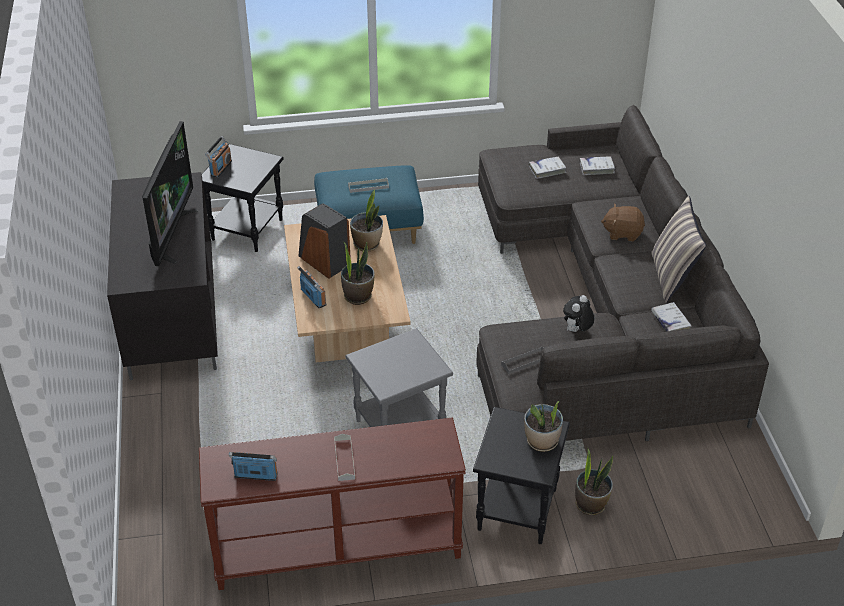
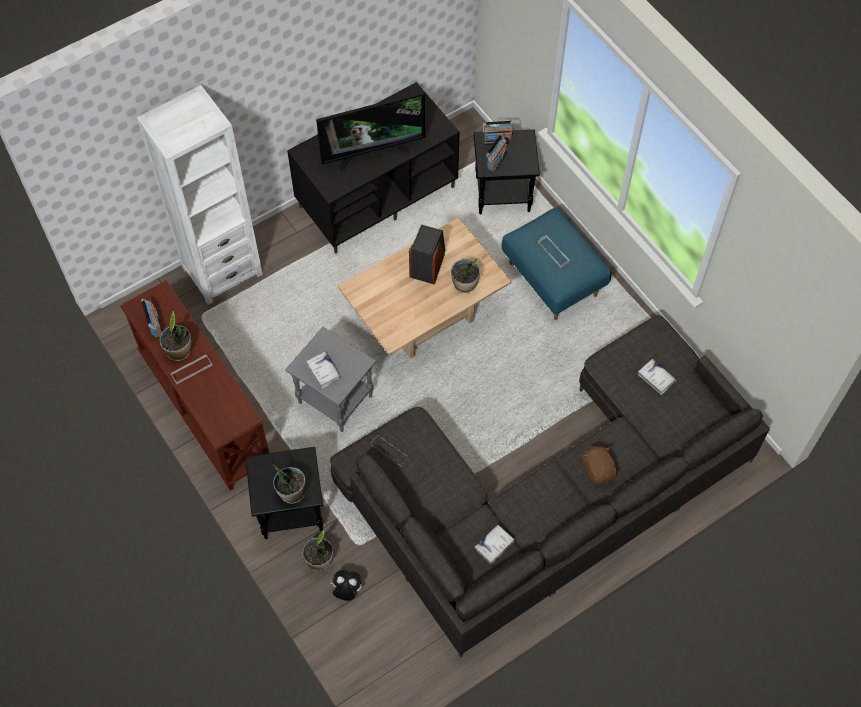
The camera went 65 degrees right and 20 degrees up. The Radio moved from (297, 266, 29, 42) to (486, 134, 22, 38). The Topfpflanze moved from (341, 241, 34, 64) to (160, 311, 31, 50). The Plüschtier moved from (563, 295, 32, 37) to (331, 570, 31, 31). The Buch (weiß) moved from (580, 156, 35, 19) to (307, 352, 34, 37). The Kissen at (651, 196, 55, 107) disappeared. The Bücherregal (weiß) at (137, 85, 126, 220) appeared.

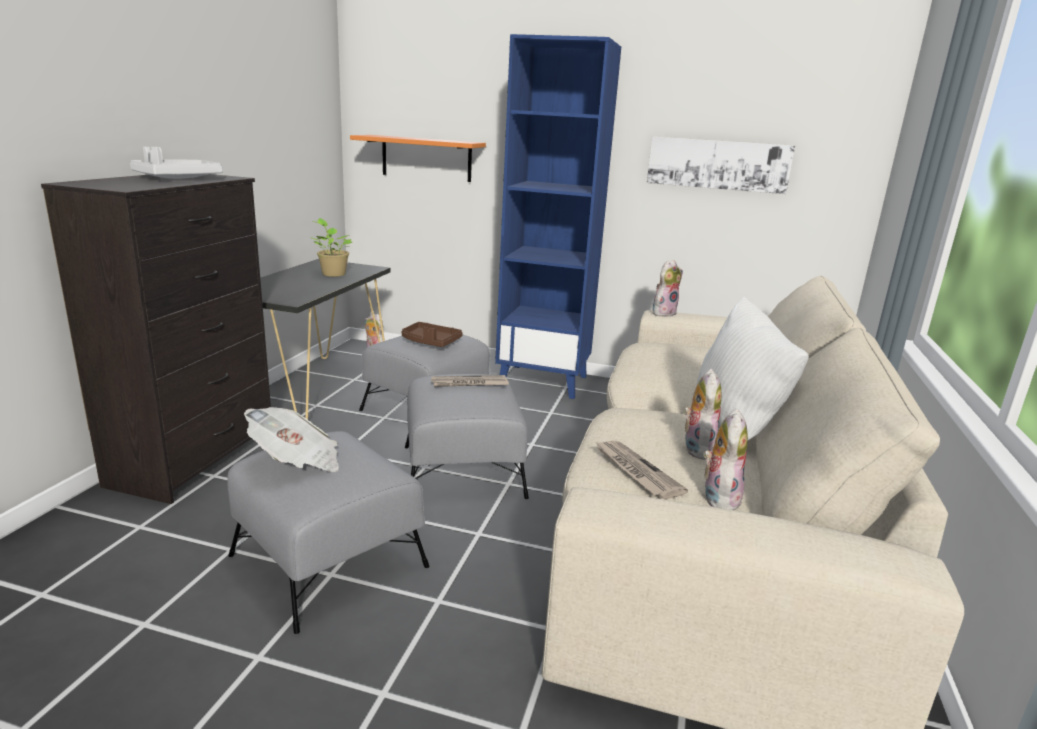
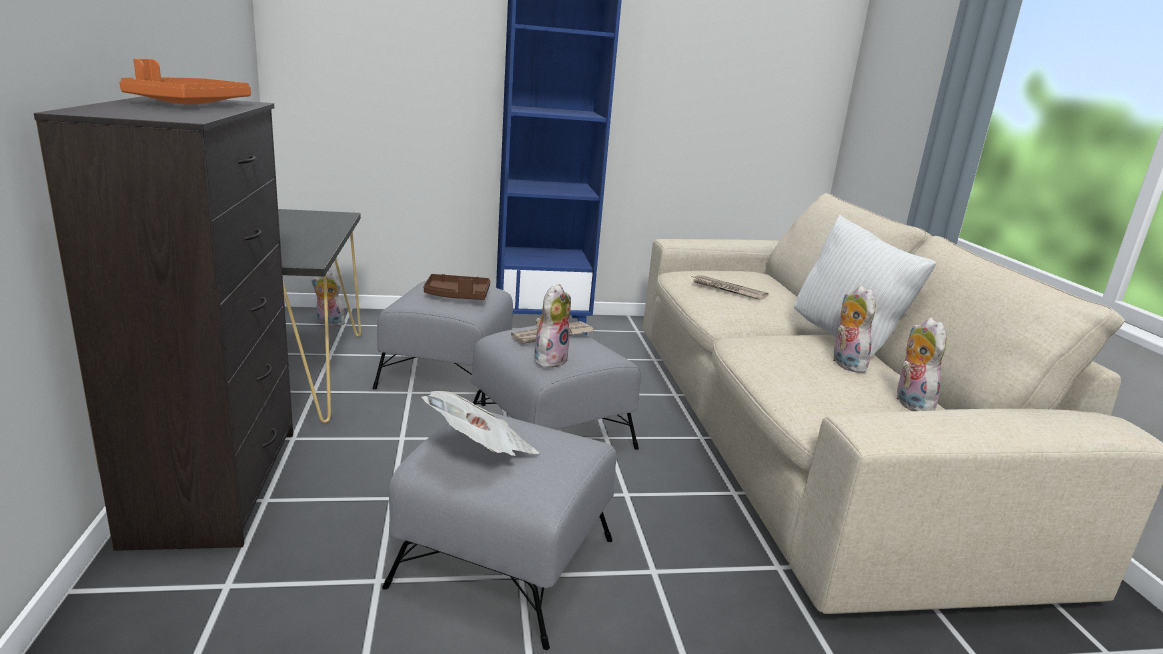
The camera went 25 degrees left and 0 degrees up. The Tablett (grau) at (130, 147, 93, 32) became the Tablett (orange) at (119, 59, 132, 45). The Topfpflanze at (312, 218, 41, 59) disappeared. The Wandregal (orange) at (350, 135, 136, 47) disappeared. The Zeitung moved from (594, 441, 94, 58) to (692, 275, 77, 25). The Bild at (647, 136, 148, 58) disappeared. The Plüschtier moved from (653, 260, 30, 57) to (535, 284, 36, 85).

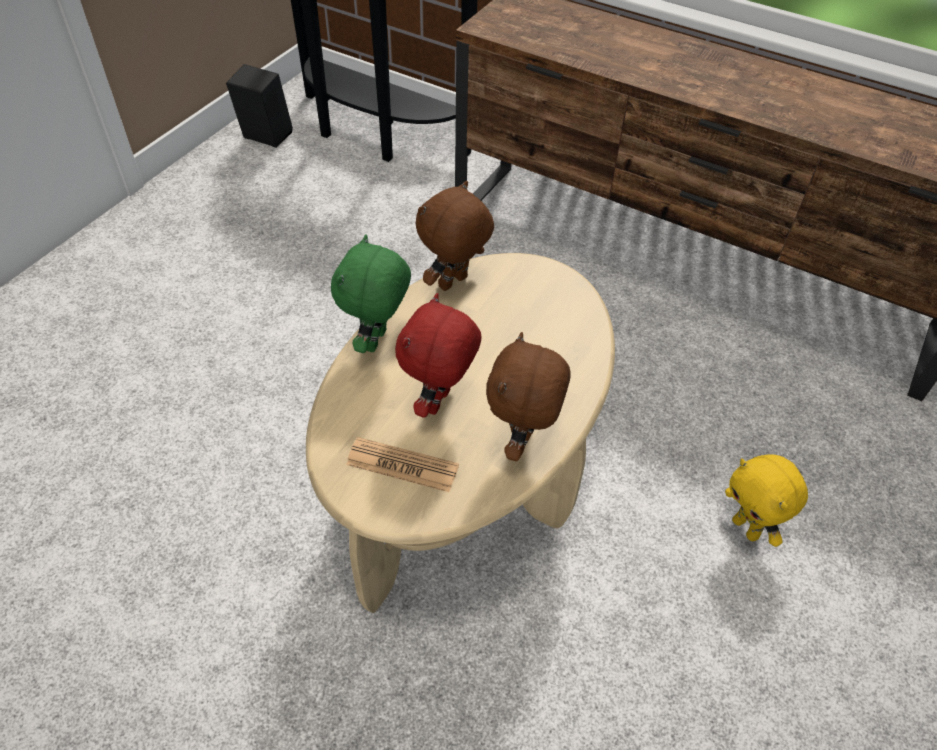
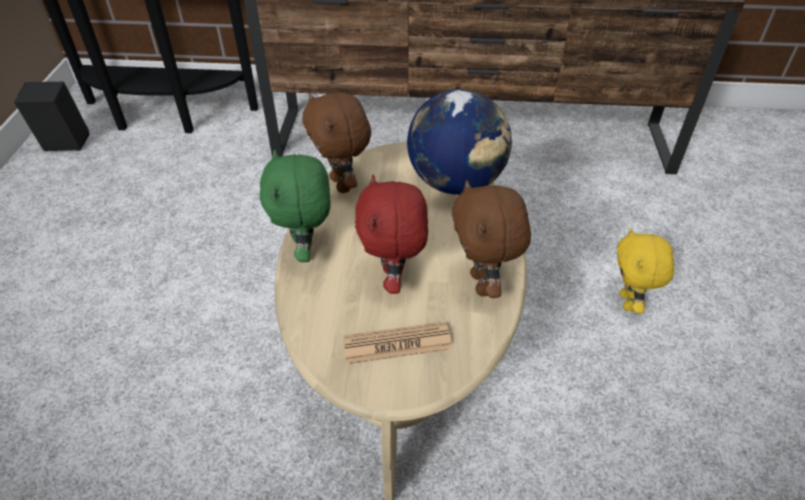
The camera went 25 degrees left and 5 degrees down. The Plüschtier (braun) at (415, 181, 79, 110) turned 45 degrees counterclockwise. The Plüschtier (gelb) at (725, 454, 83, 93) turned 60 degrees clockwise. The Globus at (407, 89, 105, 106) appeared.

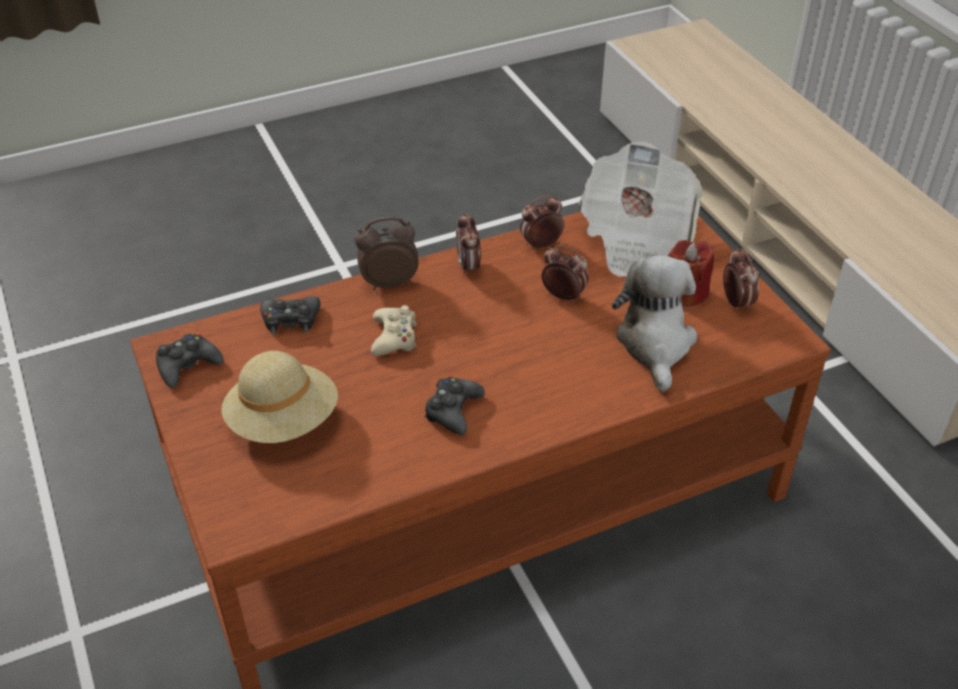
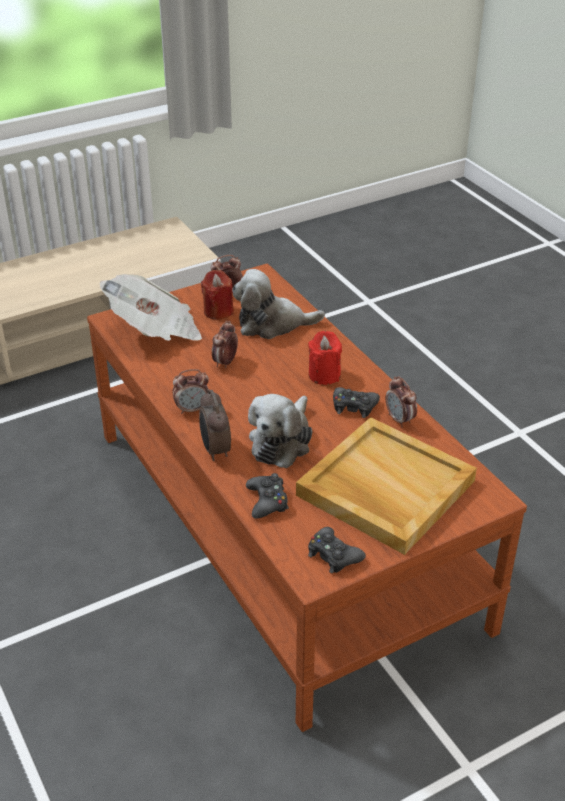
The camera went 95 degrees left and 5 degrees down. The Hut (beige) at (221, 351, 117, 92) was replaced by the Tablett (beige) at (296, 417, 181, 138). The Gamepad (beige) at (371, 305, 46, 51) was replaced by the Plüschtier at (248, 394, 65, 74). The Wecker moved from (520, 195, 45, 55) to (385, 376, 32, 51). The Kerze (rot) at (308, 331, 34, 54) appeared.

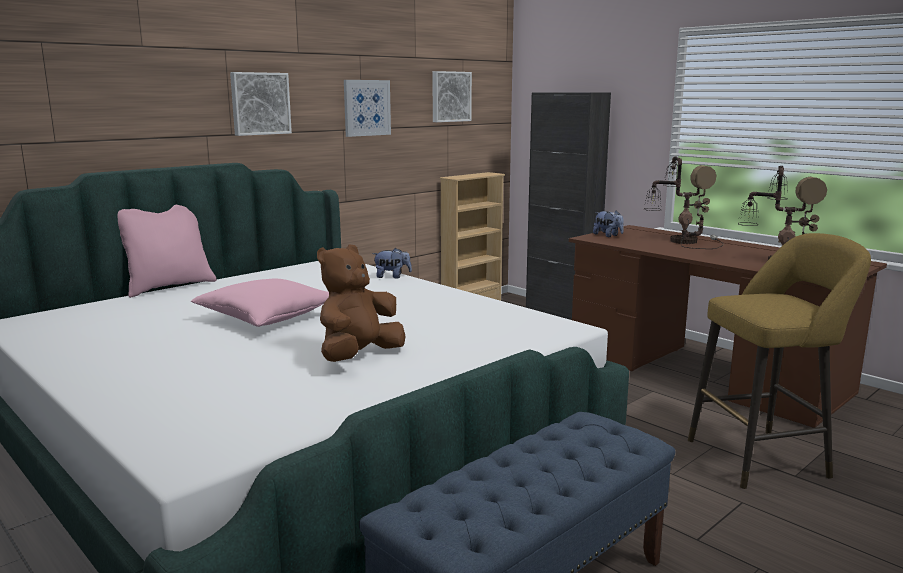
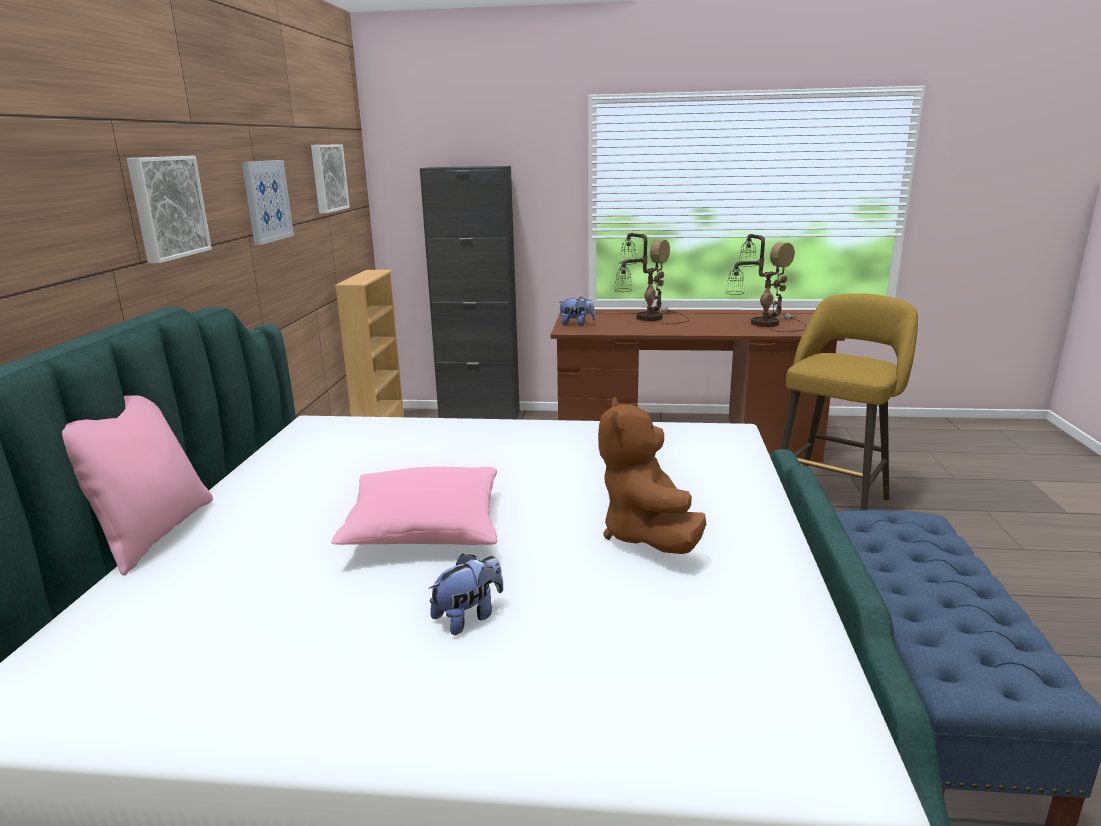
The camera went 40 degrees left and 5 degrees up. The Plüschtier moved from (373, 248, 39, 31) to (429, 554, 74, 81).

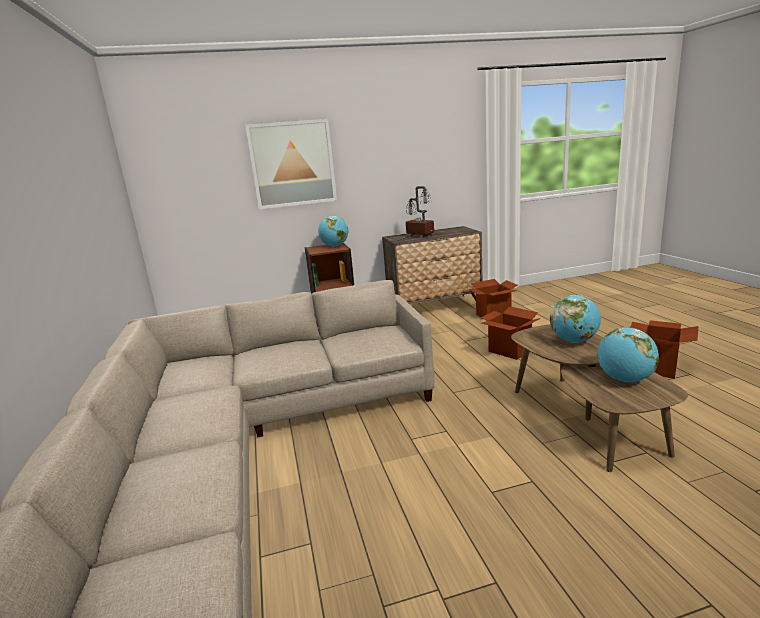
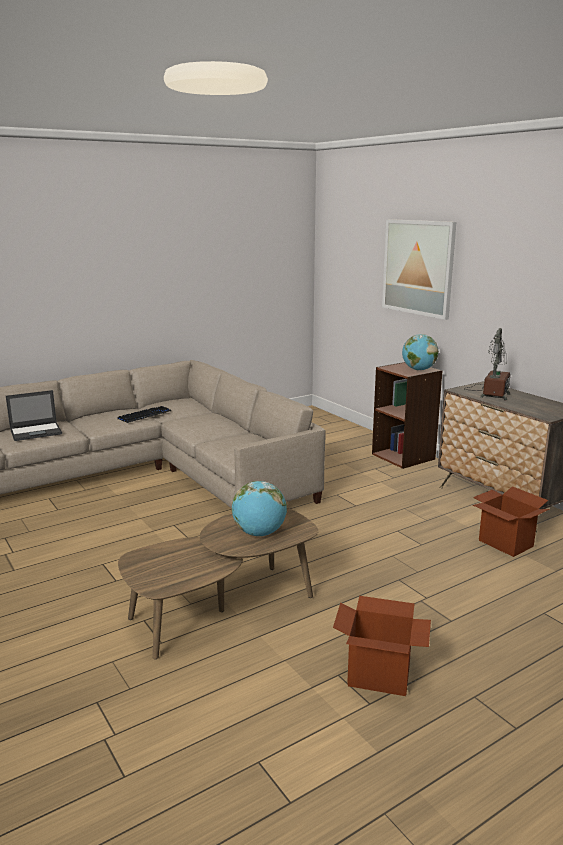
The camera went 70 degrees right and 0 degrees up. The Karton at (481, 307, 60, 53) disappeared. The Globus at (597, 327, 62, 55) disappeared. The Laptop at (6, 390, 56, 51) appeared. The Tastatur at (117, 406, 54, 17) appeared.

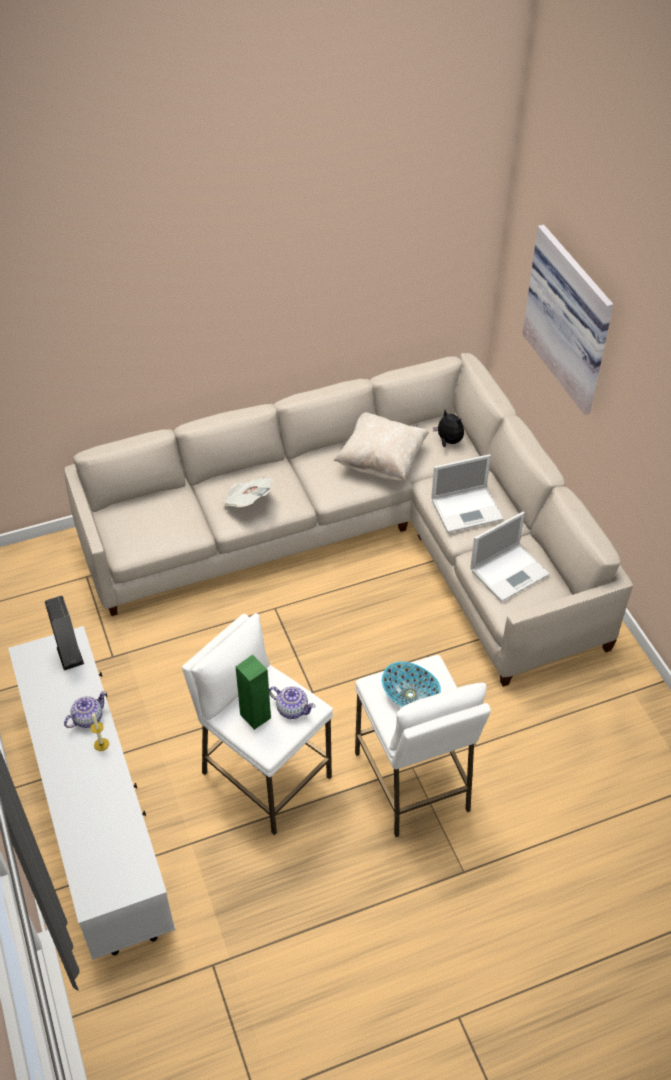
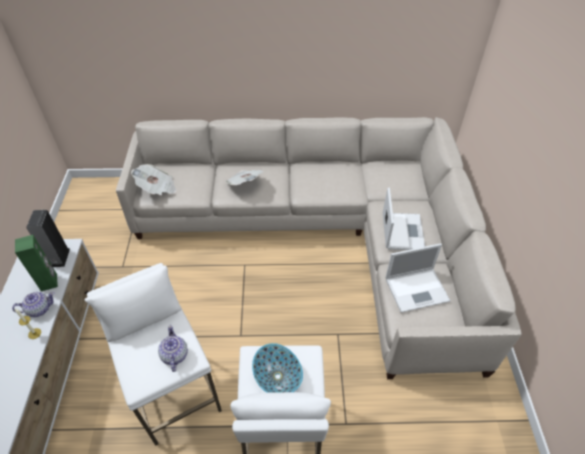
The camera went 20 degrees right and 0 degrees up. The Lautsprecher (grün) moved from (236, 655, 35, 75) to (15, 235, 43, 56). The Teekanne at (269, 686, 46, 33) turned 150 degrees counterclockwise. The Kissen (beige) at (334, 412, 95, 69) disappeared. The Laptop at (431, 454, 73, 79) turned 90 degrees counterclockwise. The Plüschtier at (433, 410, 31, 37) disappeared. The Bild at (522, 225, 91, 190) disappeared. The Zeitung at (131, 164, 45, 31) appeared.

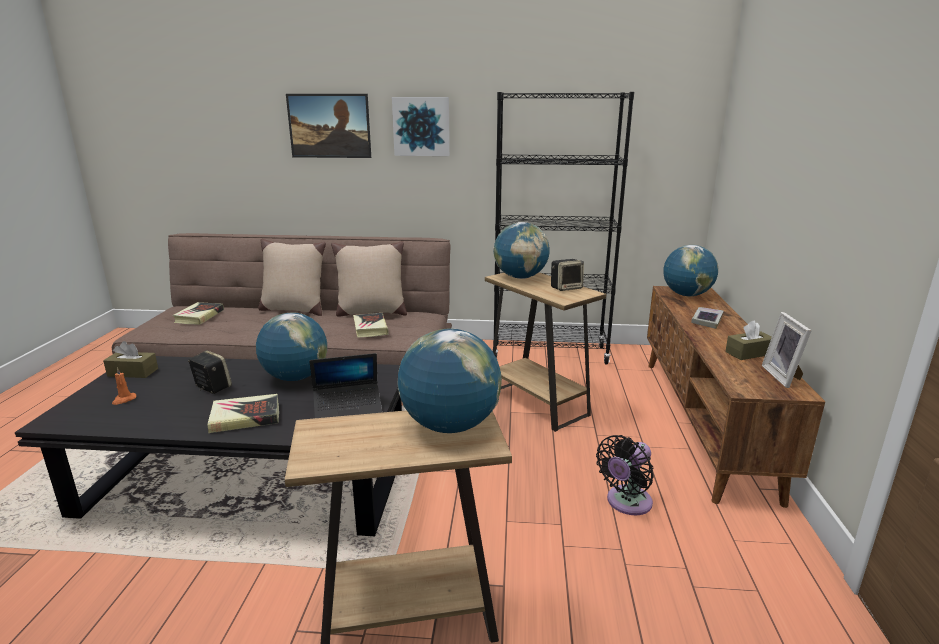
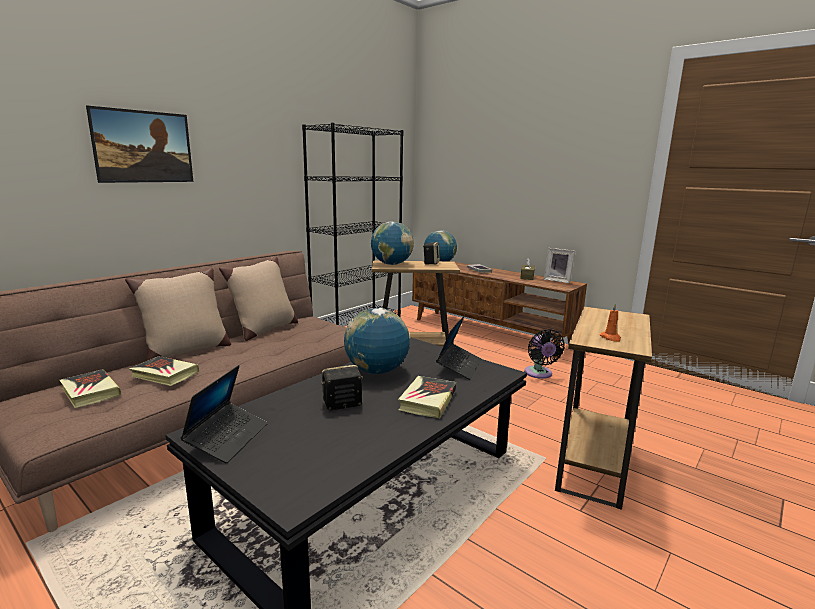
The camera went 55 degrees left and 5 degrees down. The Taschentuchbox (braun) at (103, 341, 55, 37) was replaced by the Laptop at (180, 365, 88, 98). The Kerze (orange) moved from (112, 367, 25, 38) to (600, 303, 21, 39). The Buch moved from (353, 313, 36, 25) to (129, 356, 70, 30). The Bild at (392, 97, 58, 59) disappeared. The Globus at (398, 328, 104, 105) disappeared.

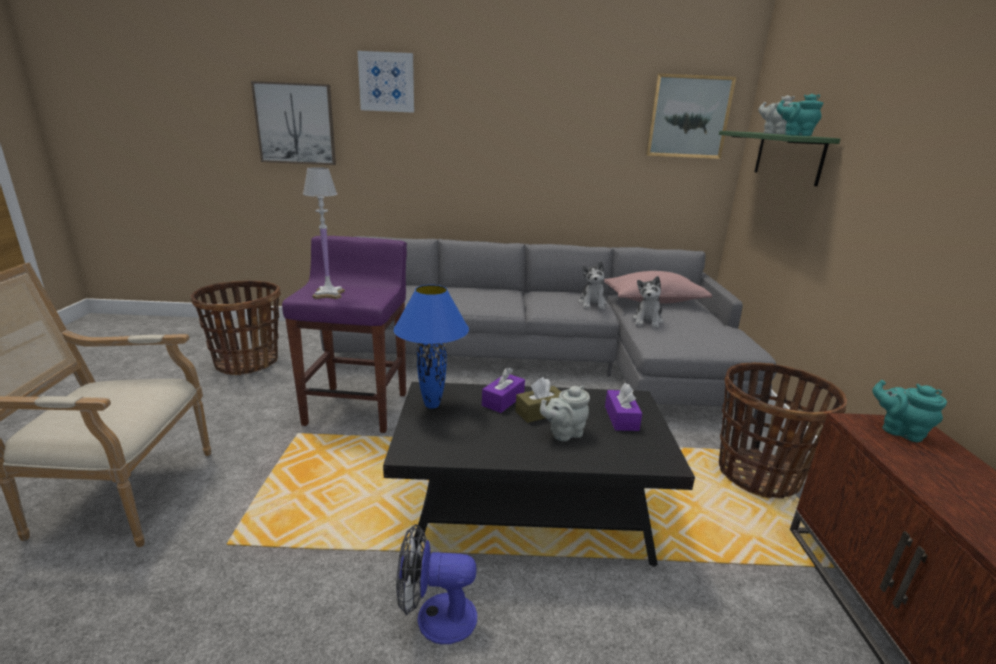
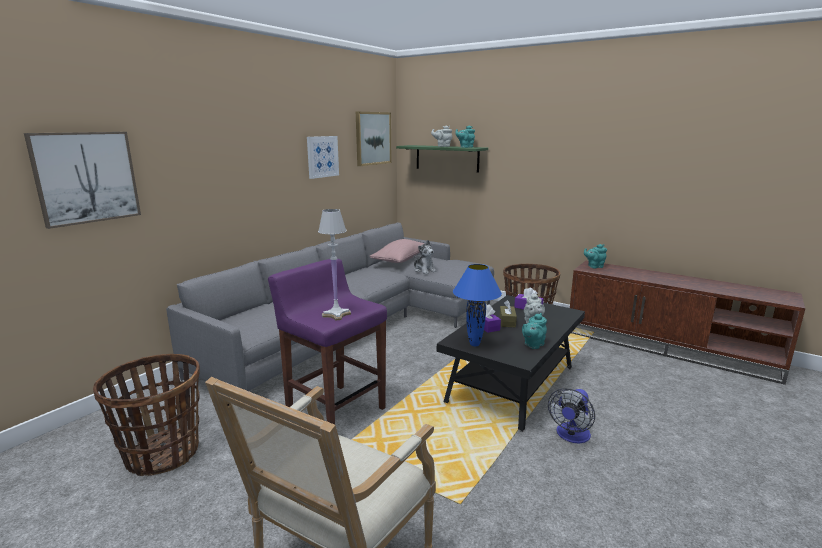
The camera went 55 degrees left and 5 degrees down. The Bild moved from (358, 51, 56, 62) to (307, 136, 32, 43). The Plüschtier at (578, 261, 29, 49) disappeared. The Teekanne (türkis) at (522, 313, 25, 36) appeared.

